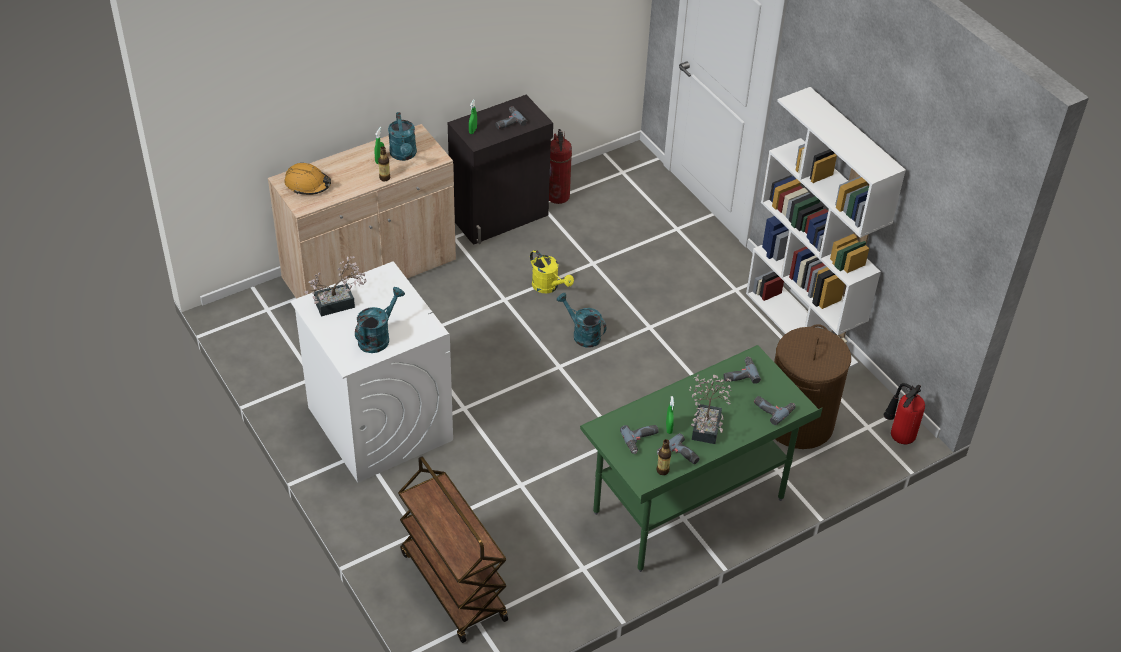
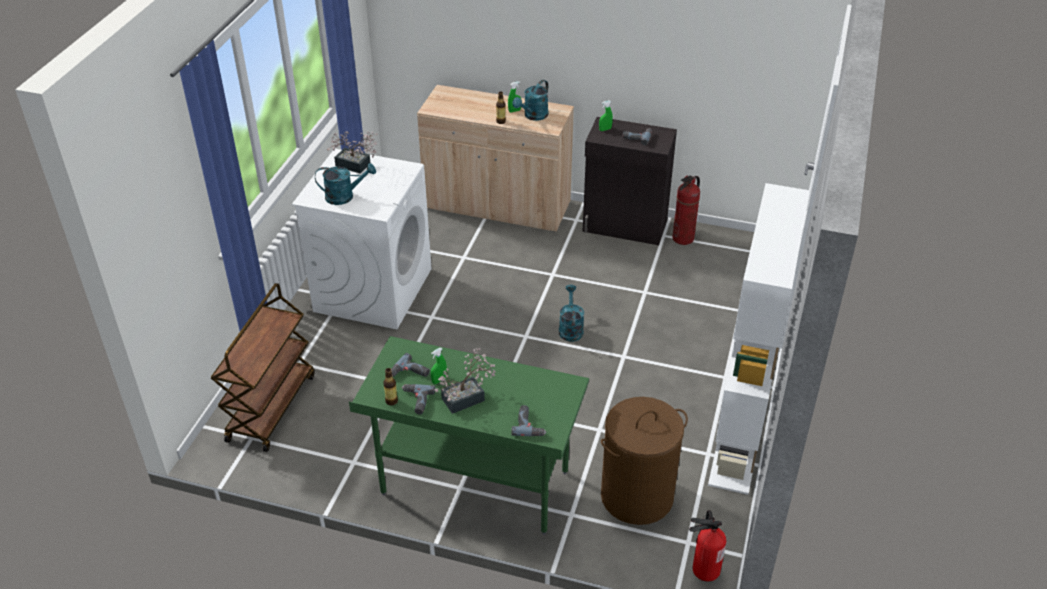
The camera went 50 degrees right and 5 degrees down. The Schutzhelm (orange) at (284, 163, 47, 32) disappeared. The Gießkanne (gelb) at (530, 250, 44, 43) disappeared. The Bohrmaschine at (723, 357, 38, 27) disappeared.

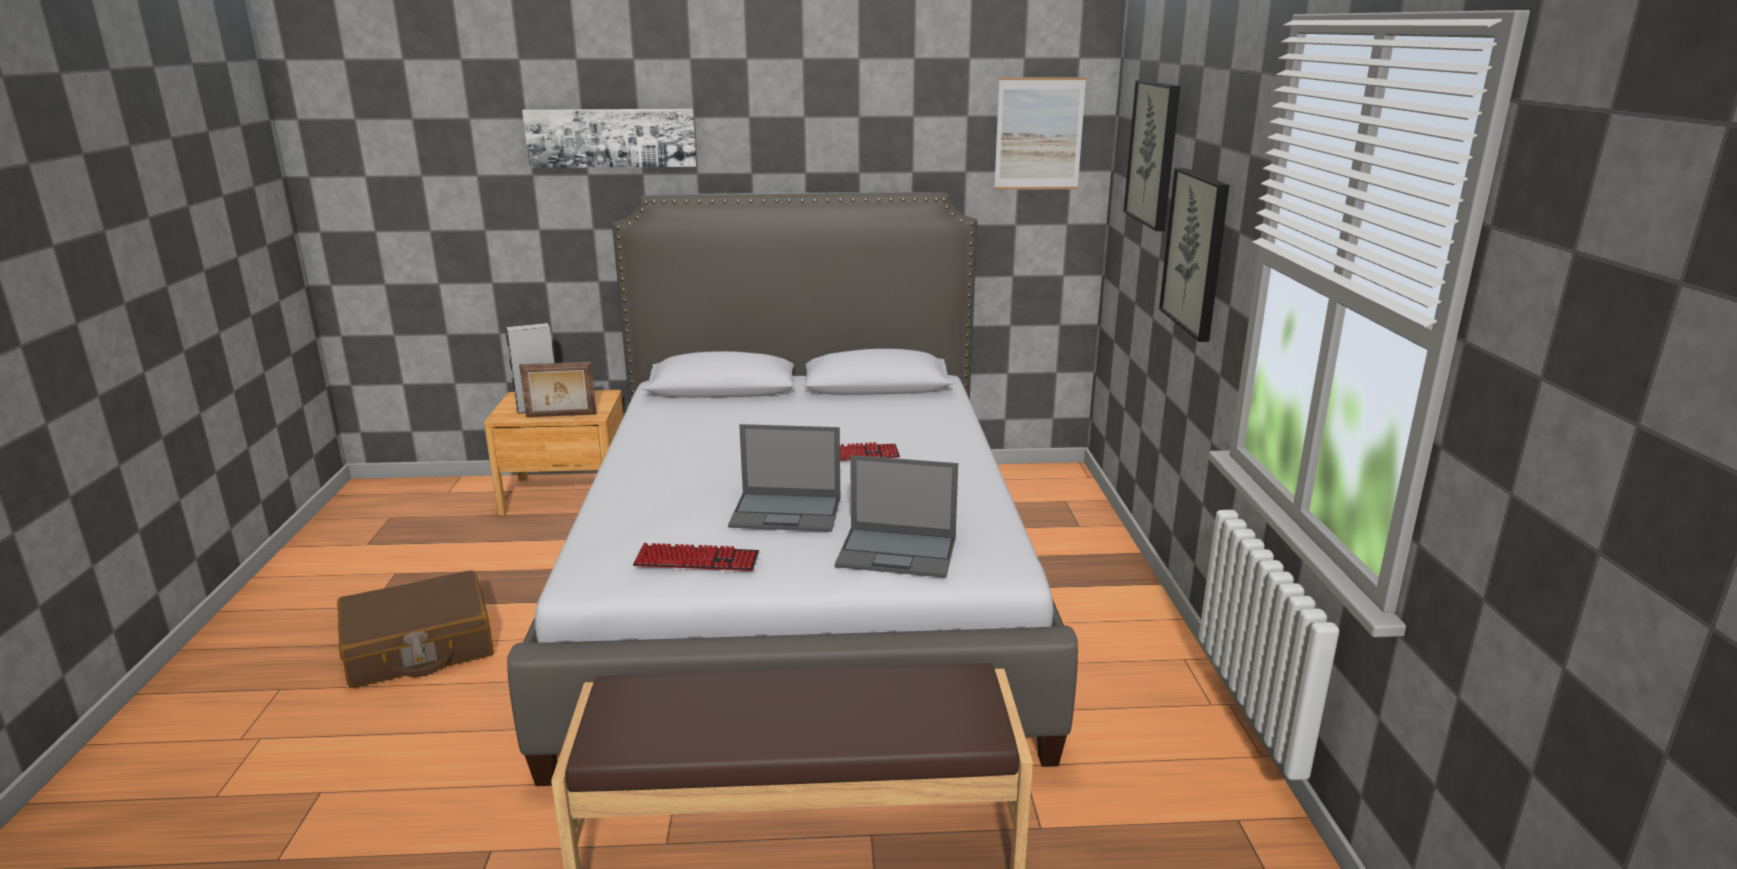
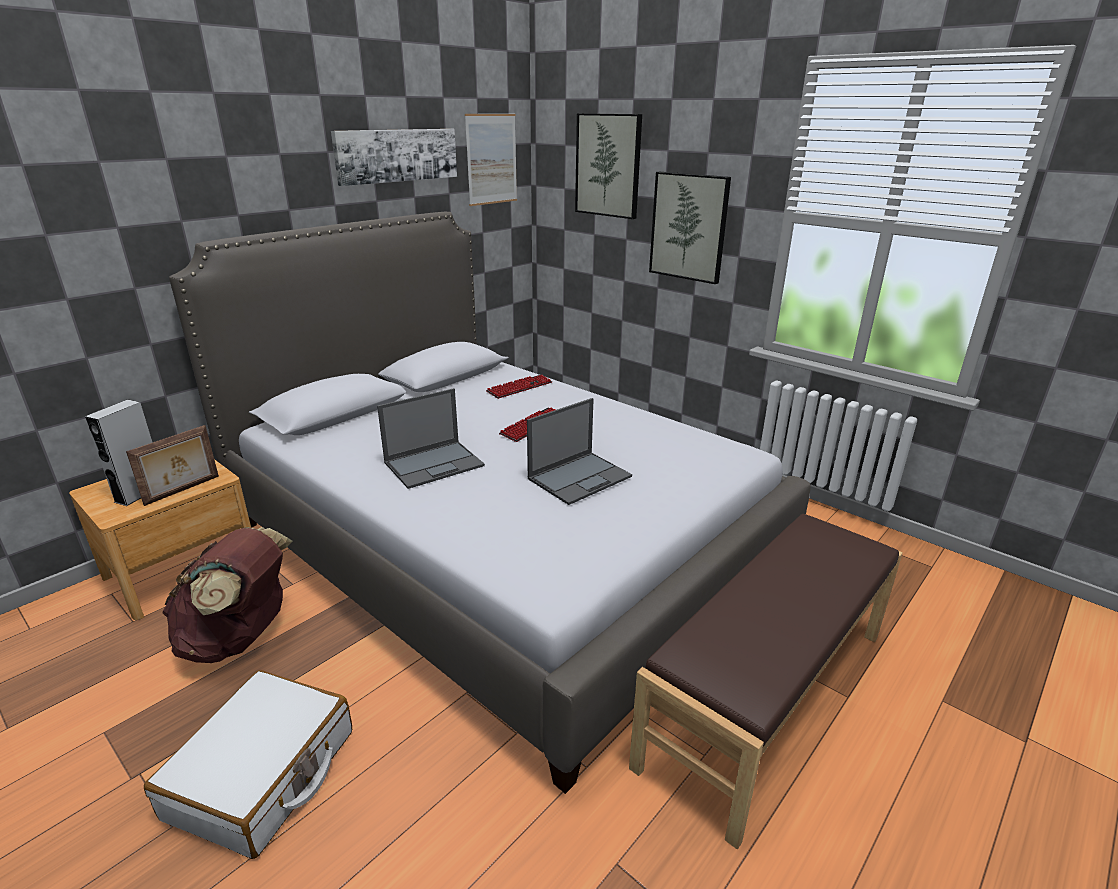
The camera went 45 degrees left and 5 degrees up. The Koffer (braun) at (337, 570, 157, 118) became the Koffer (weiß) at (144, 670, 208, 189). The Bild moved from (522, 109, 175, 59) to (331, 129, 126, 57). The Tastatur moved from (633, 543, 126, 28) to (486, 375, 66, 24). The Laptop moved from (835, 455, 123, 123) to (377, 388, 108, 101). The Rucksack (braun) at (163, 527, 129, 136) appeared.

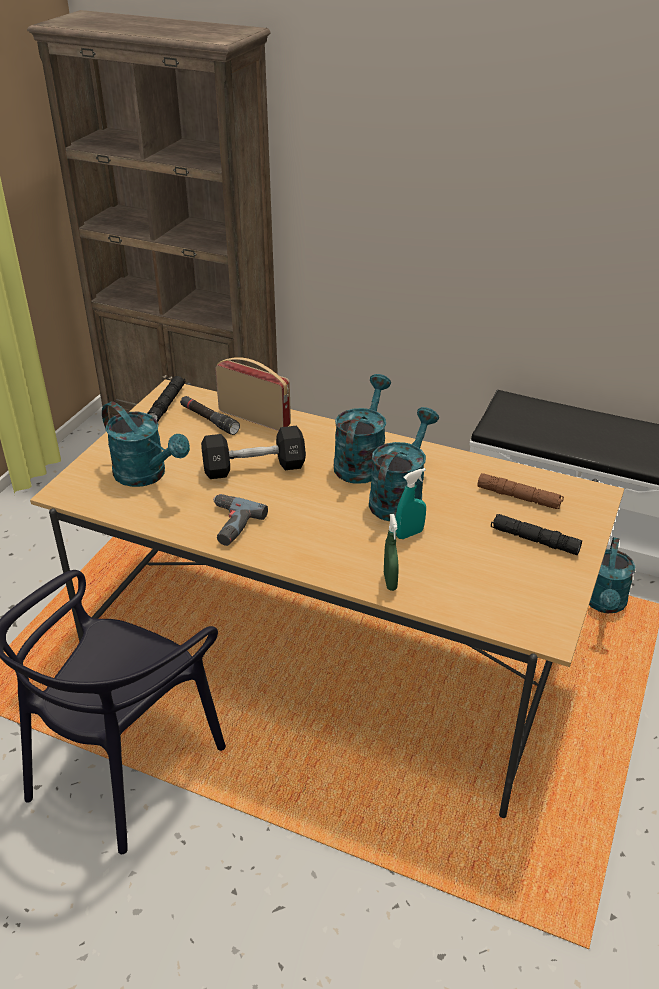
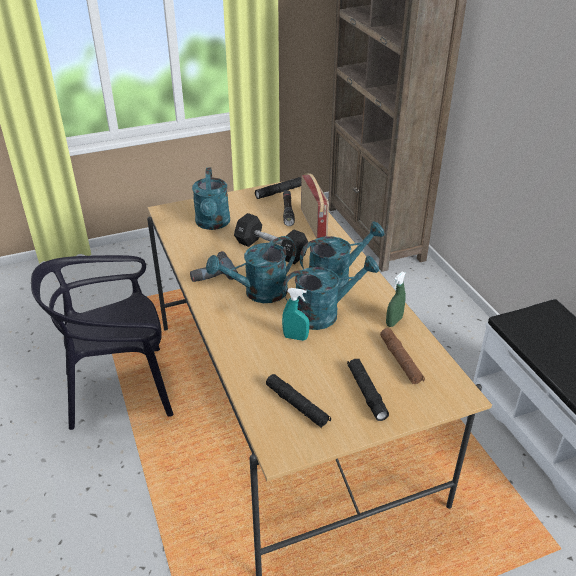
The camera went 45 degrees right and 0 degrees up. The Sprühflasche (grün) moved from (384, 514, 15, 77) to (386, 272, 20, 55). The Gießkanne (türkis) moved from (589, 537, 46, 76) to (206, 236, 90, 67). The Taschenlampe (schwarz) at (266, 374, 65, 54) appeared.

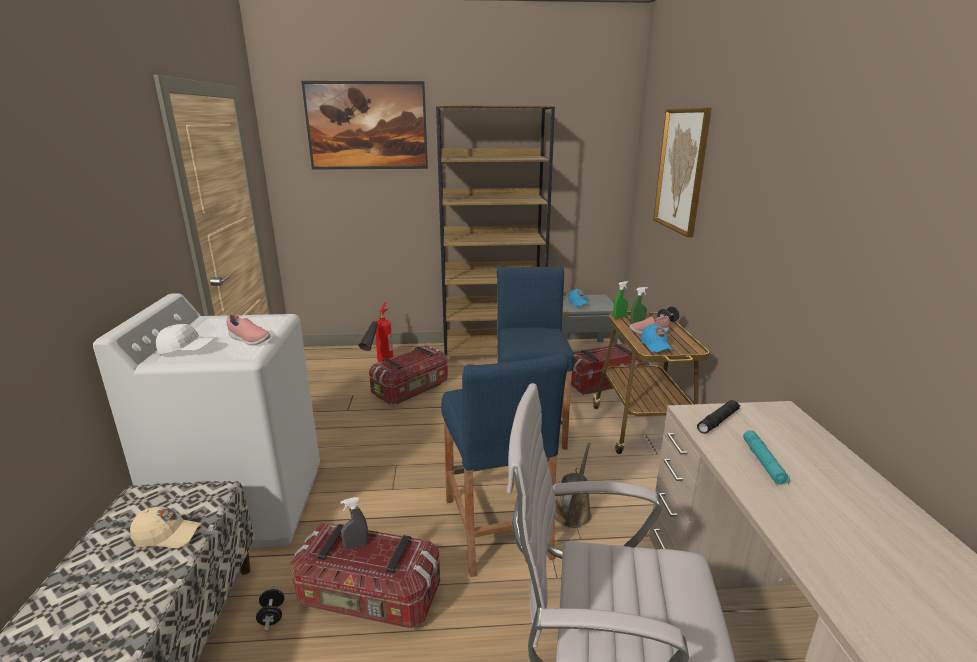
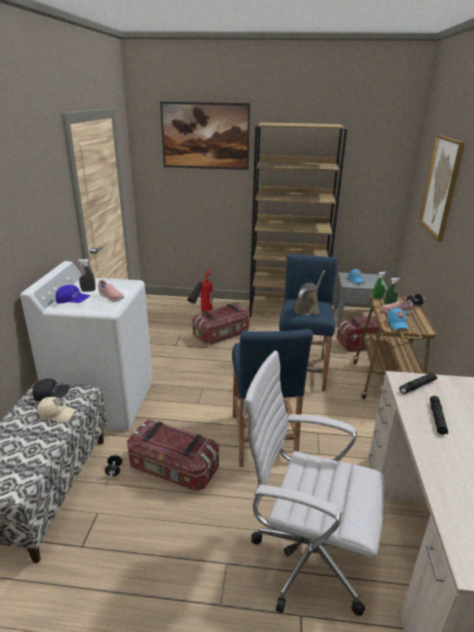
The camera went 10 degrees right and 5 degrees up. The Kappe (weiß) at (156, 324, 58, 30) became the Kappe (blau) at (56, 285, 34, 19). The Sprühflasche (grau) moved from (340, 497, 28, 53) to (78, 259, 18, 33). The Gießkanne (braun) moved from (555, 442, 37, 86) to (294, 270, 31, 46). The Taschenlampe (türkis) at (743, 430, 47, 55) became the Taschenlampe (schwarz) at (430, 396, 18, 39). The Kappe (schwarz) at (32, 378, 38, 23) appeared.

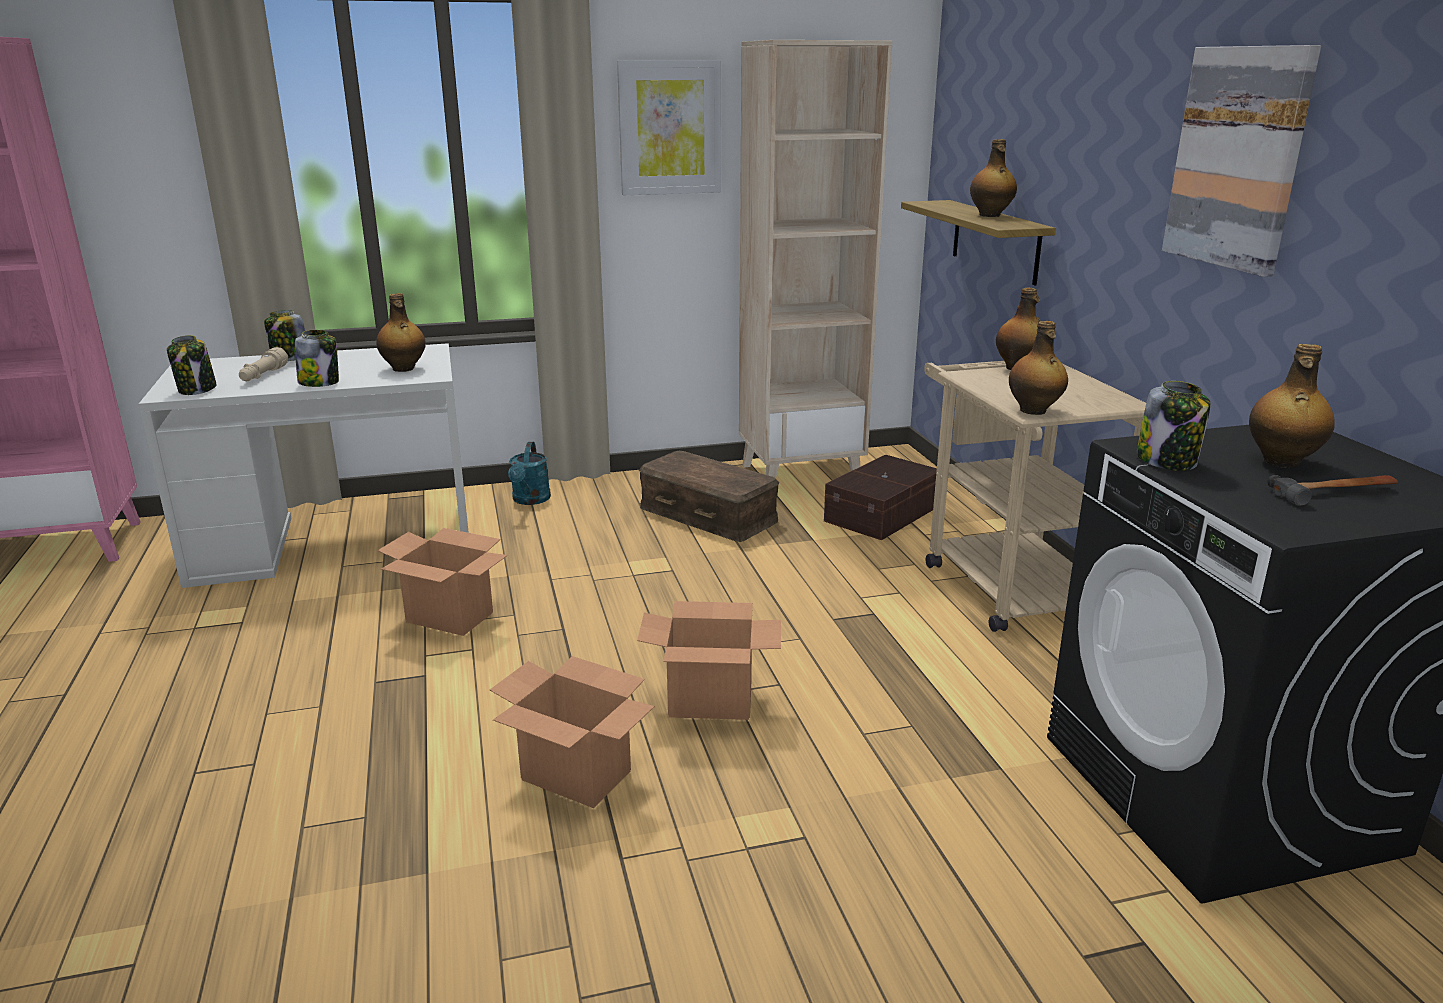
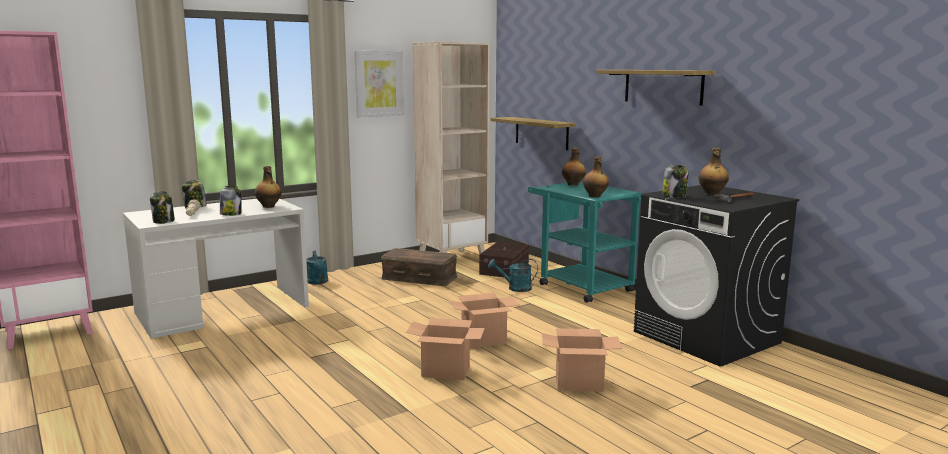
The camera went 20 degrees left and 10 degrees down. The Karton moved from (377, 528, 131, 108) to (542, 328, 81, 64). The Rollwagen (beige) at (924, 361, 222, 271) became the Rollwagen (türkis) at (528, 182, 115, 121). The Flasche at (970, 139, 47, 78) disappeared. The Bild at (1162, 45, 159, 232) was replaced by the Wandregal at (596, 70, 120, 36). The Gießkanne (türkis) at (488, 259, 50, 33) appeared.

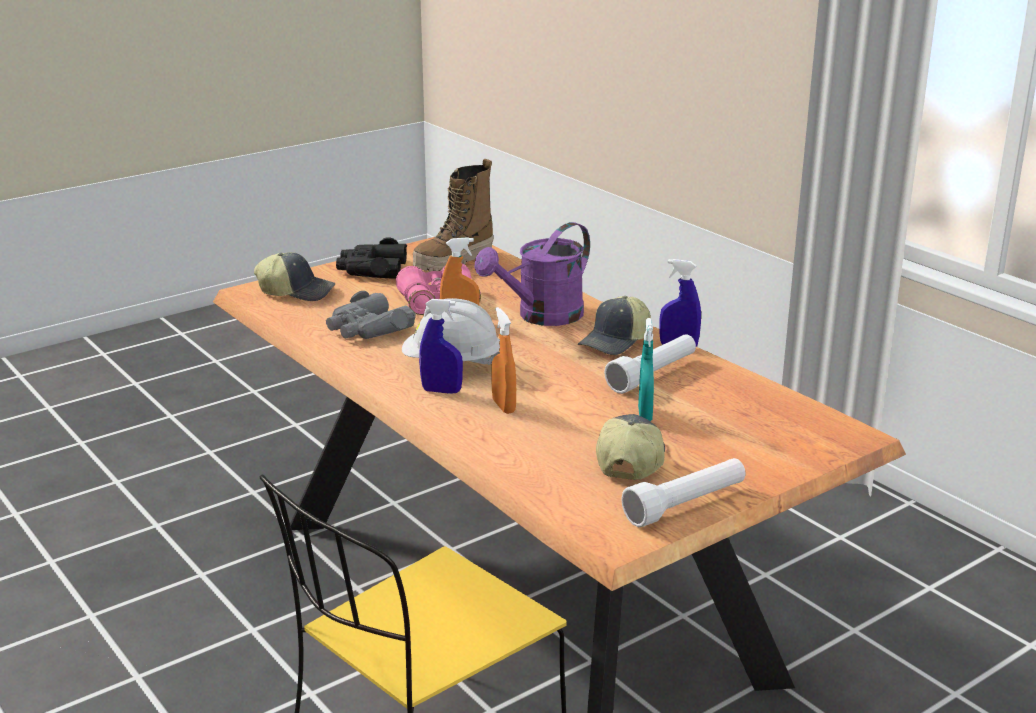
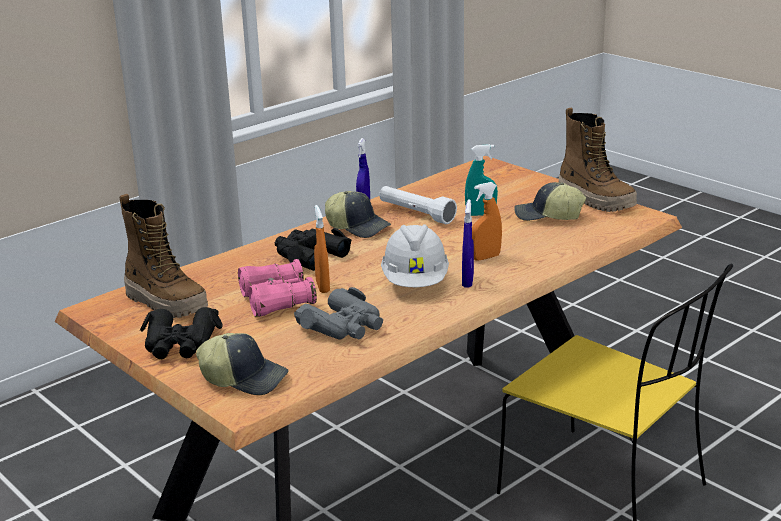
The camera went 95 degrees left and 0 degrees up. The Kappe at (254, 252, 82, 49) turned 105 degrees clockwise. The Gießkanne (lila) at (475, 222, 115, 104) was replaced by the Fernglas (schwarz) at (274, 228, 77, 43). The Taschenlampe (weiß) at (621, 458, 125, 70) was replaced by the Stiefel at (559, 108, 78, 104).

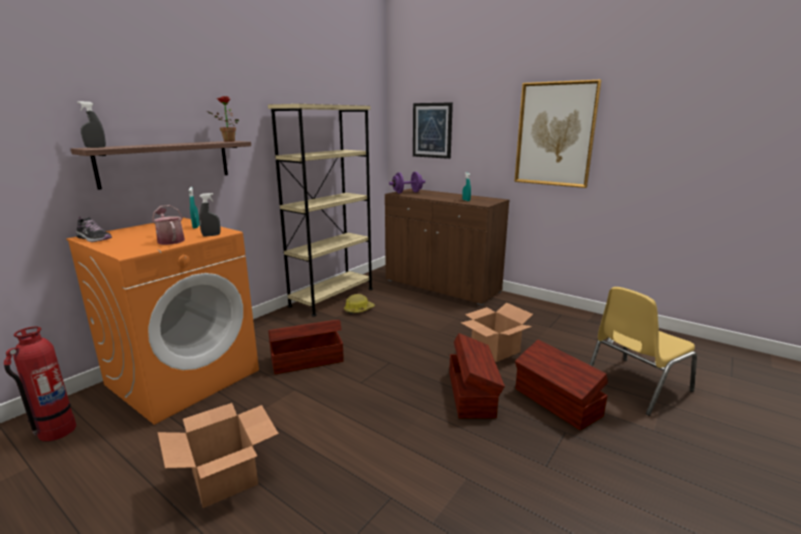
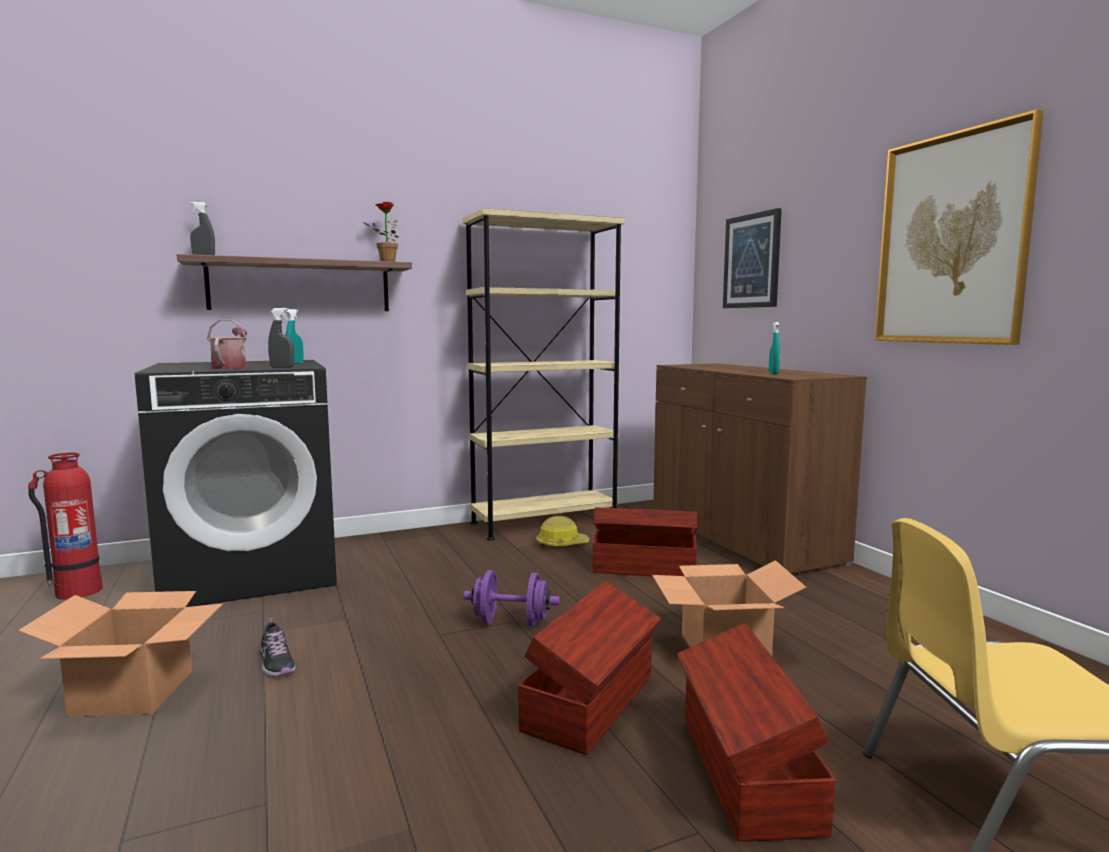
The camera went 30 degrees right and 10 degrees down. The Waschmaschine (orange) at (66, 217, 193, 208) became the Waschmaschine (schwarz) at (135, 360, 202, 247). The Schuh moved from (76, 217, 36, 25) to (260, 618, 36, 59). The Aufbewahrungsbox (braun) moved from (268, 320, 76, 55) to (593, 507, 104, 70). The Hantel (lila) moved from (389, 172, 36, 21) to (464, 570, 96, 57).

